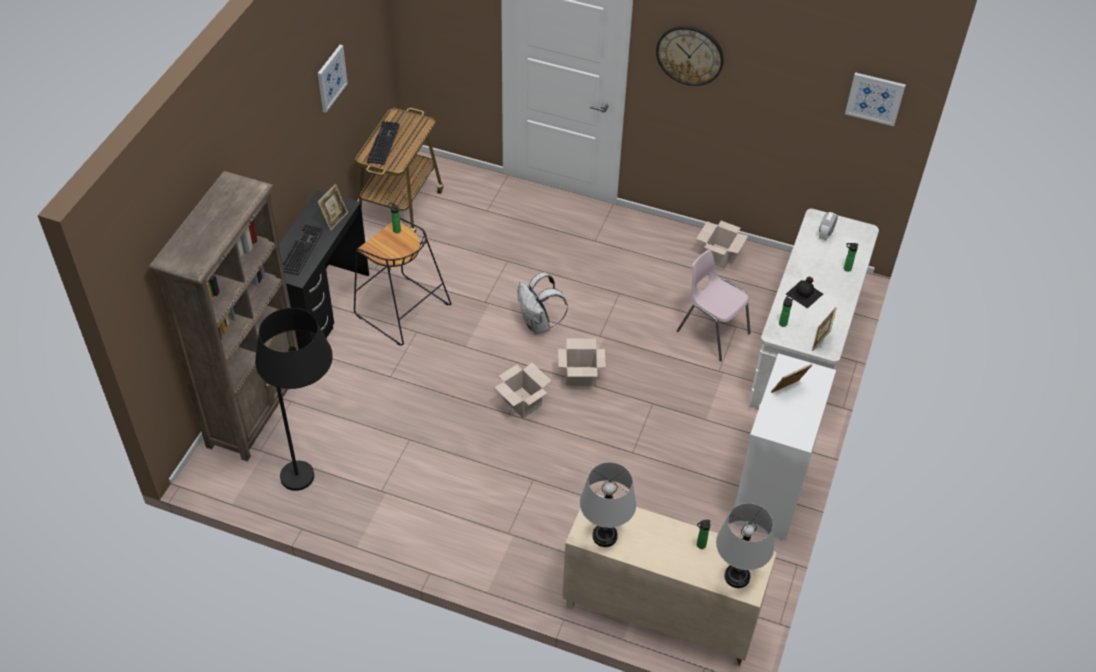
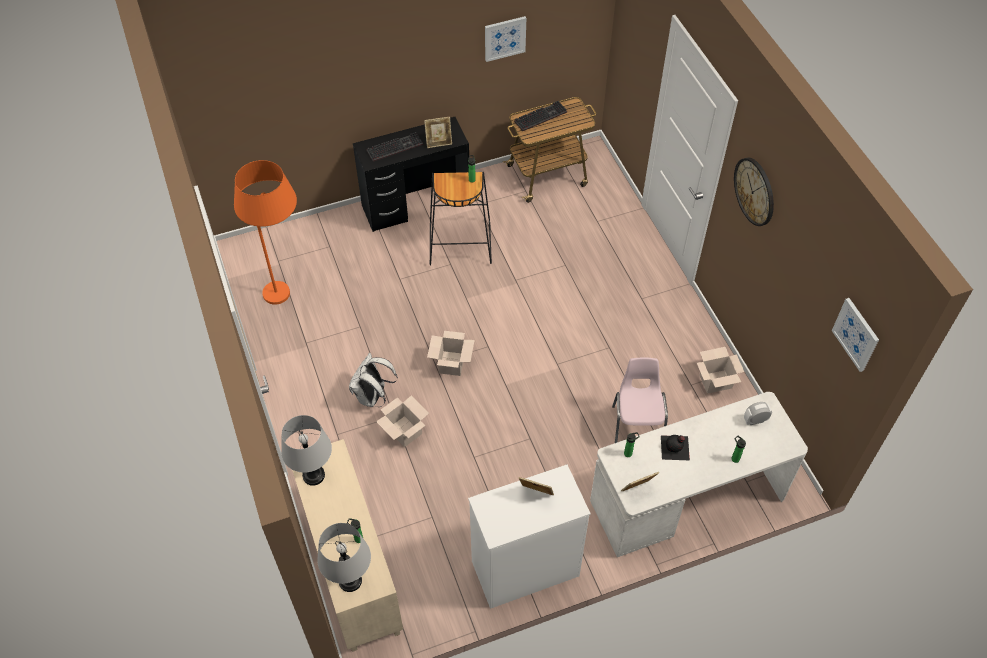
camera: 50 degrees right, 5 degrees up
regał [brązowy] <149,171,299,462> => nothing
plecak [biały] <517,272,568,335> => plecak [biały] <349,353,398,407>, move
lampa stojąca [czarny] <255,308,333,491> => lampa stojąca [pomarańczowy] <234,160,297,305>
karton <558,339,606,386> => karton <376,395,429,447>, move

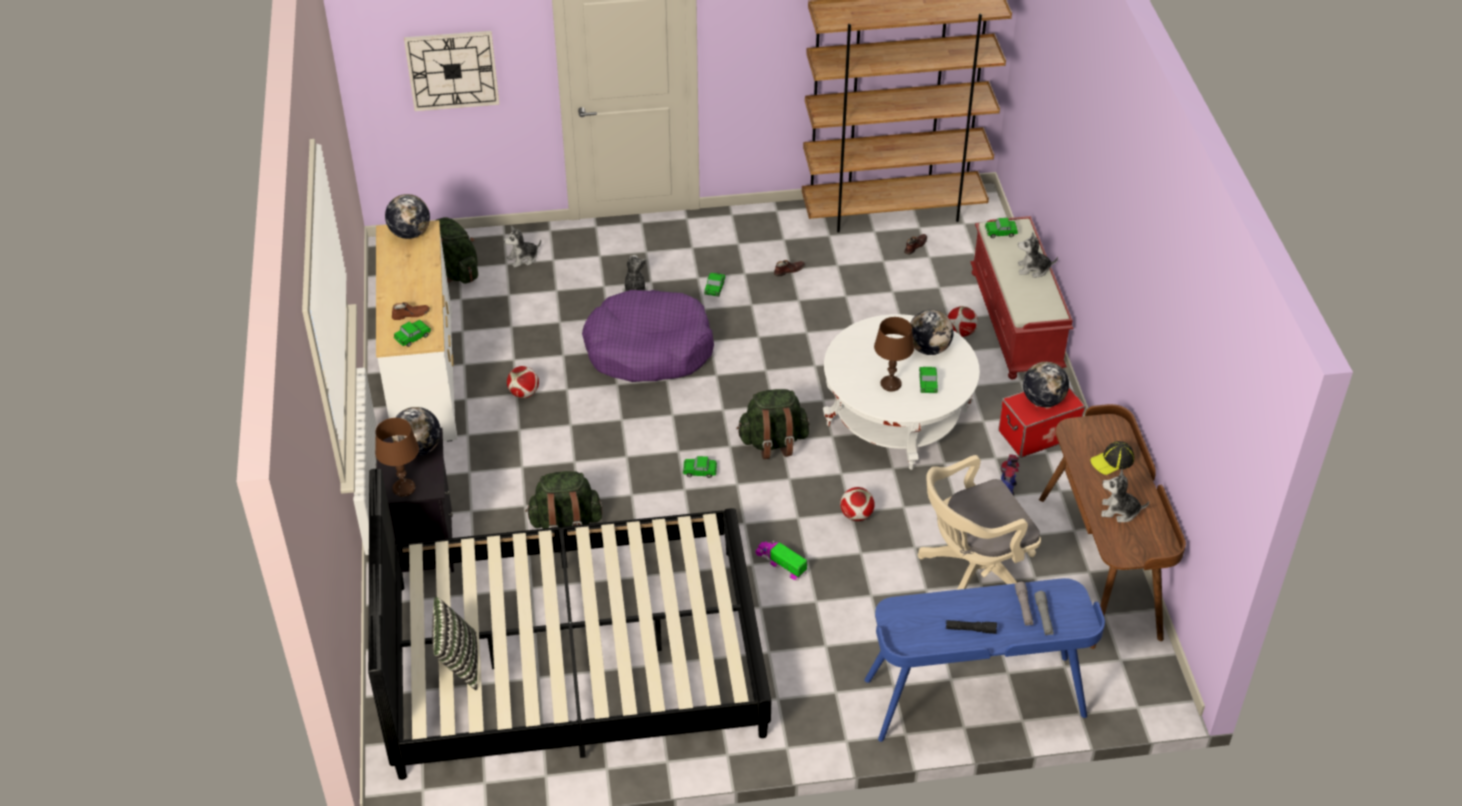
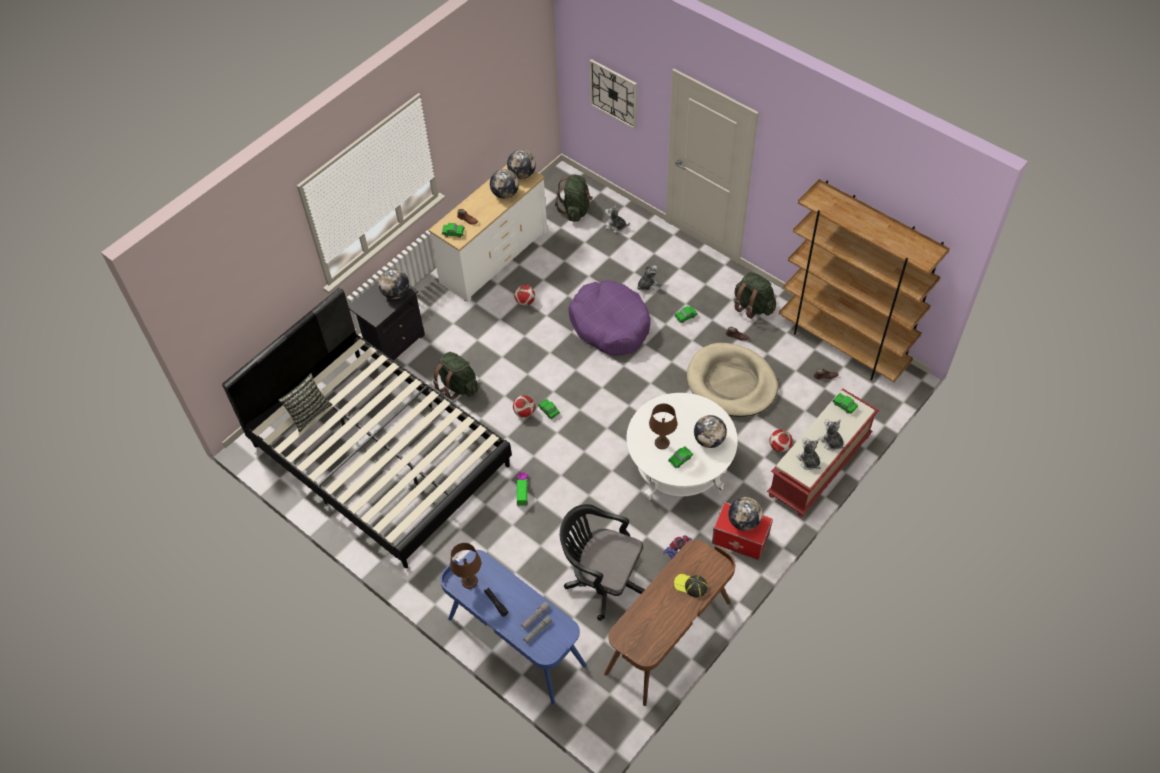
camera: 50 degrees right, 10 degrees up
plecak [zielony] <737,389,809,459> => plecak [zielony] <734,272,776,319>, move
lampa stołowa [brązowy] <375,418,419,497> => lampa stołowa [brązowy] <450,543,481,589>, move
krzesło biurowe [beżowy] <918,455,1041,590> => krzesło biurowe [czarny] <560,504,645,621>
pluszak <1101,469,1149,523> => pluszak <796,438,821,470>, move
piłka futbolowa <840,487,875,521> => piłka futbolowa <513,395,535,418>, move
nothing => globus <490,169,519,199>
nothing => legowisko [beżowy] <687,343,778,417>

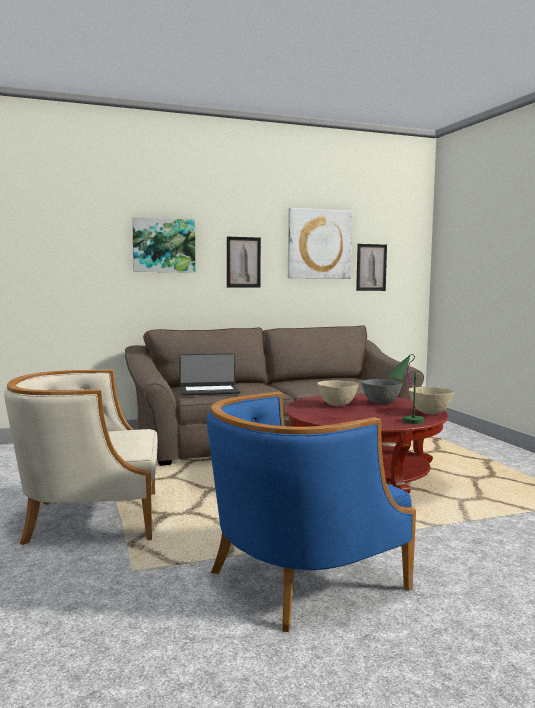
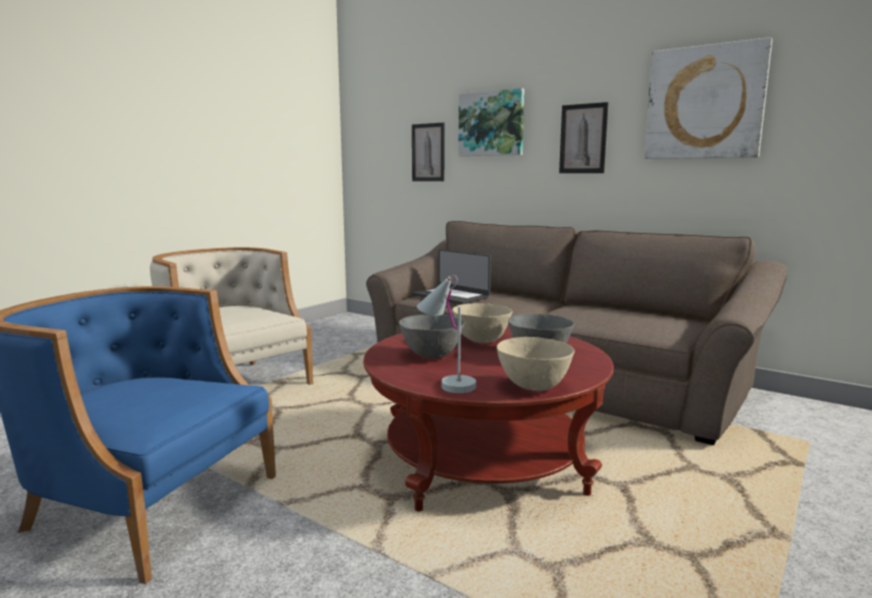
camera: 55 degrees right, 5 degrees up
obraz <356,244,387,291> => obraz <412,122,445,181>, move
lampa stołowa [zielony] <386,354,424,424> => lampa stołowa [biały] <417,275,476,393>
nothing => miska [szary] <399,315,465,358>

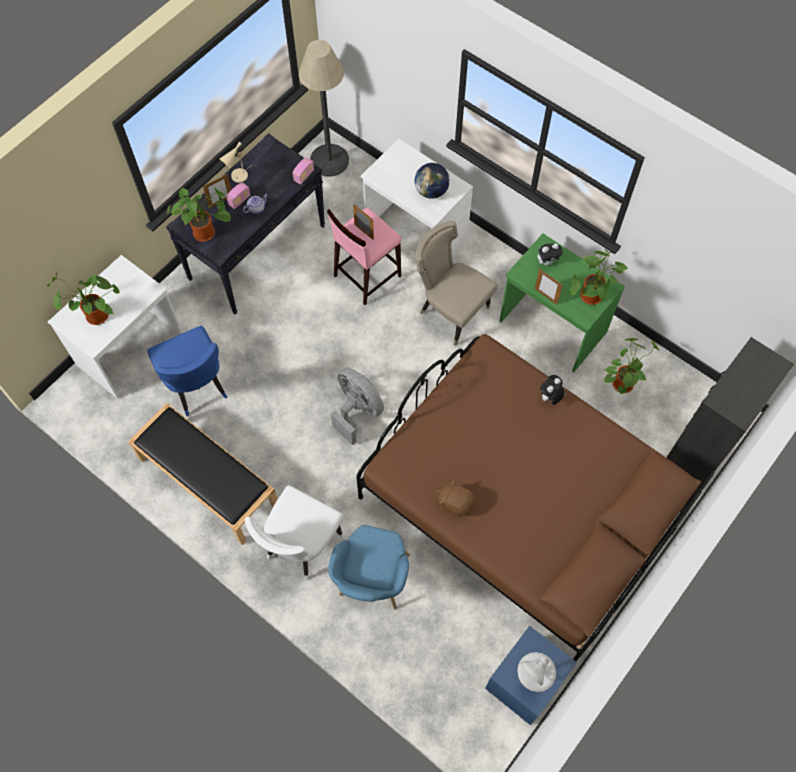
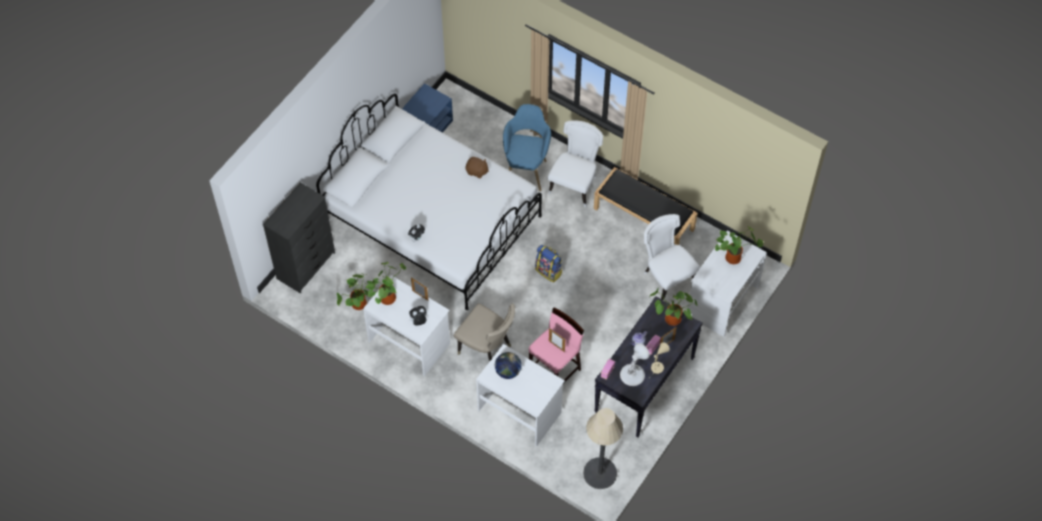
camera: 175 degrees right, 5 degrees down
biurko [zielony] <499,233,625,373> => biurko [biały] <363,275,450,376>
krzesło [niebieski] <147,326,227,416> => krzesło [biały] <644,214,700,300>
łóżko [brązowy] <356,334,714,661> => łóżko [biały] <316,93,542,310>
wentylator [szary] <331,367,384,445> => plecak <535,245,562,283>
lampa stołowa [biały] <517,652,556,692> => lampa stołowa [biały] <620,343,650,386>, move

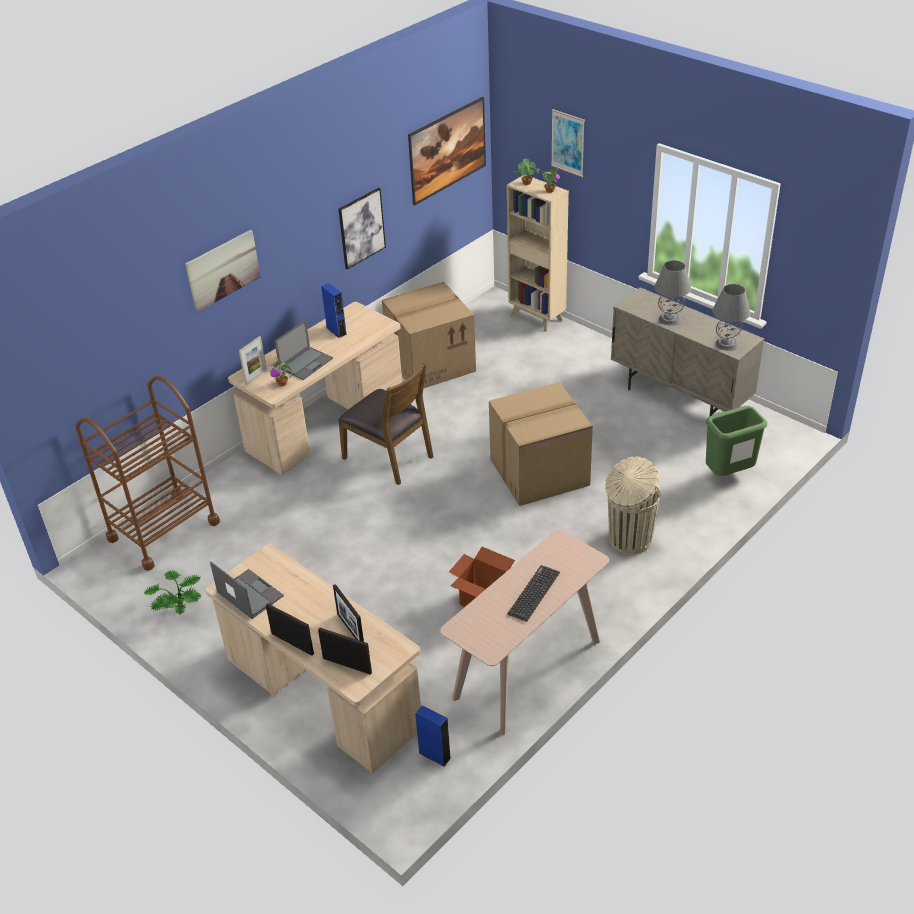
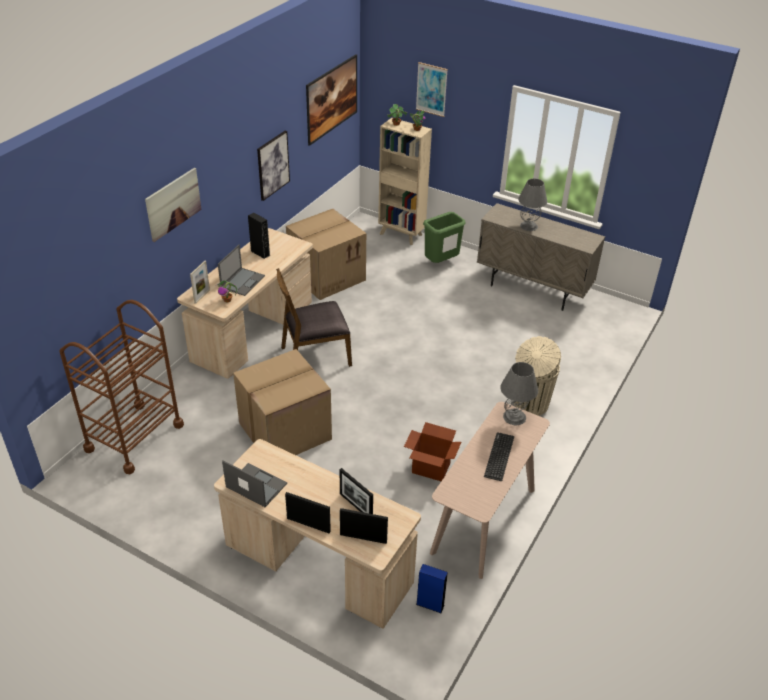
camera: 15 degrees left, 0 degrees up
głośnik [niebieski] <321,283,347,338> => głośnik [czarny] <248,213,270,259>
lampa stołowa [szary] <712,284,750,351> => lampa stołowa [szary] <500,362,538,425>, move
krzesło [brązowy] <338,362,433,485> => krzesło [brązowy] <276,268,352,367>, 135 degrees clockwise
karton <489,382,593,506> => karton <233,349,332,455>, move
kosz na śmieci [zielony] <706,406,767,476> => kosz na śmieci [zielony] <423,212,466,263>, move
roślina doniczkowa <144,571,201,614> => nothing

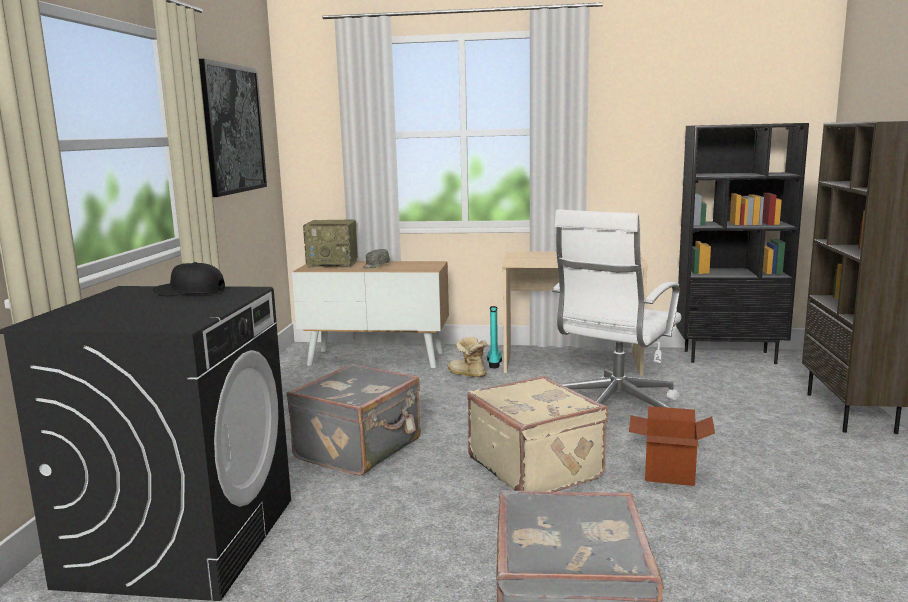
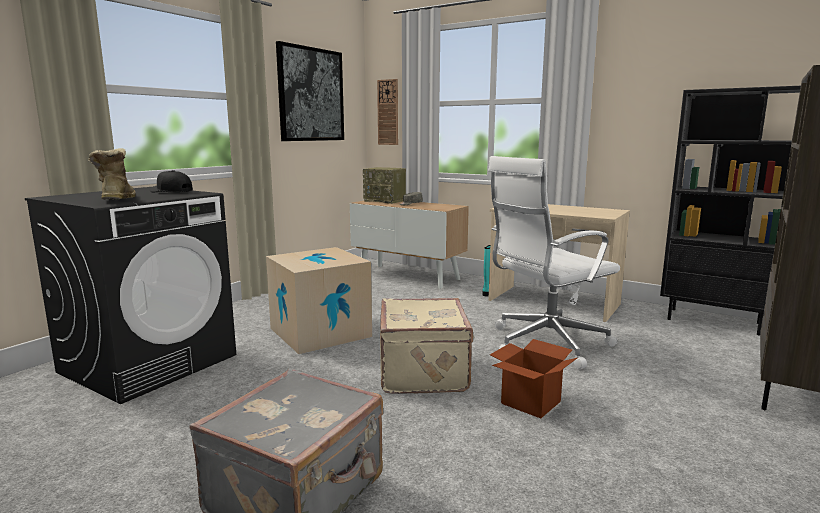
camera: 25 degrees right, 0 degrees up
but z cholewką <447,336,487,377> => but z cholewką <88,148,136,200>, move
walizka [szary] <286,363,421,476> => karton <266,247,372,354>
nothing => zegar ścienny <377,79,398,145>

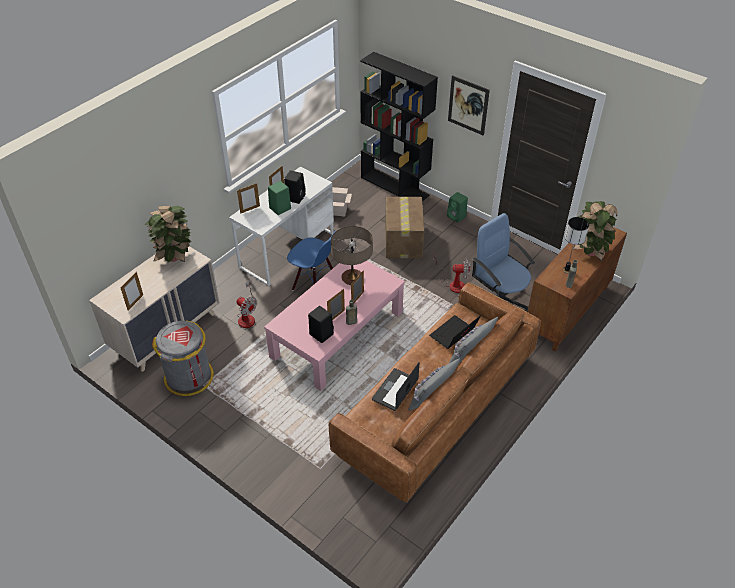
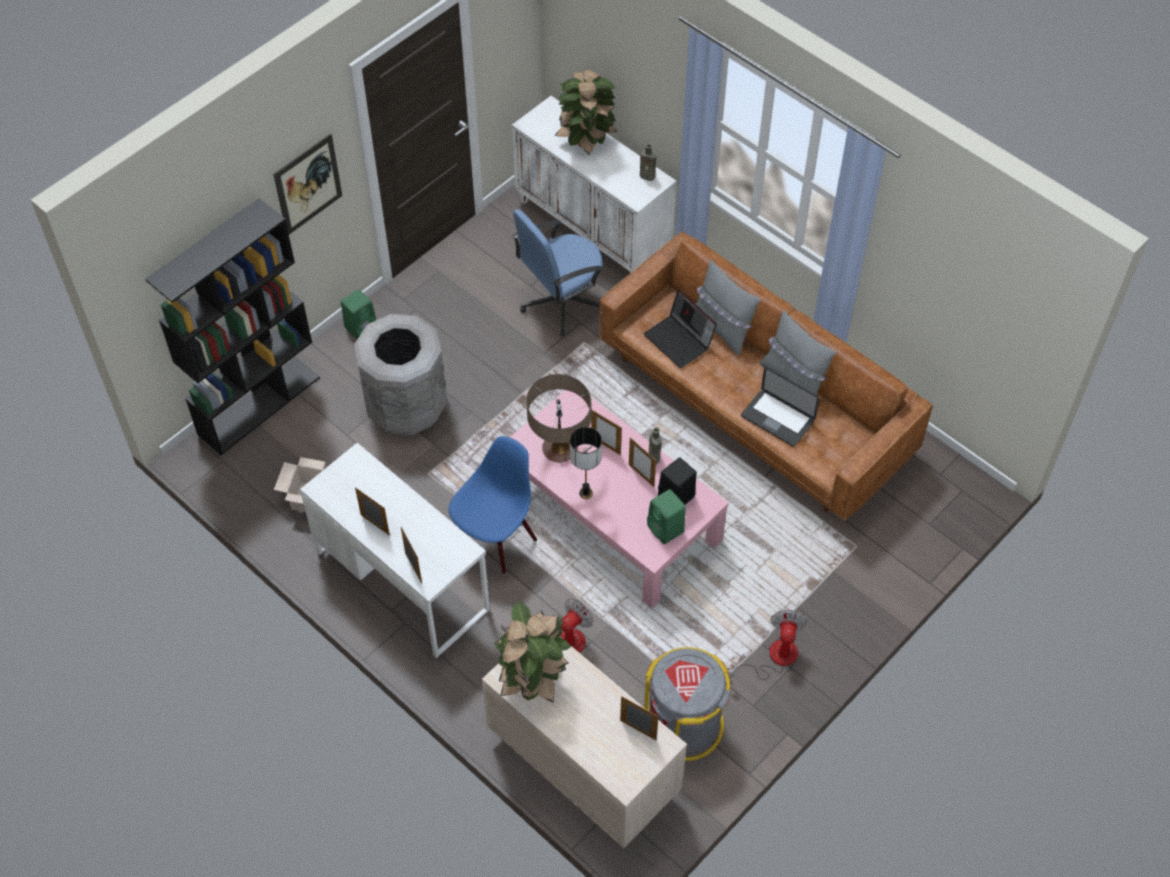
camera: 85 degrees left, 10 degrees up
głośnik [czarny] <284,170,306,204> => nothing
głośnik [zielony] <268,181,291,215> => głośnik [zielony] <647,489,686,544>, move
karton <385,197,424,258> => kosz na śmieci [szary] <354,314,447,435>
lampa stołowa <563,217,589,273> => lampa stołowa <570,427,602,499>, move
szafka [brązowy] <527,227,627,351> => szafka [biały] <512,96,677,273>
wentylator <433,256,471,293> => wentylator <728,610,807,680>, move

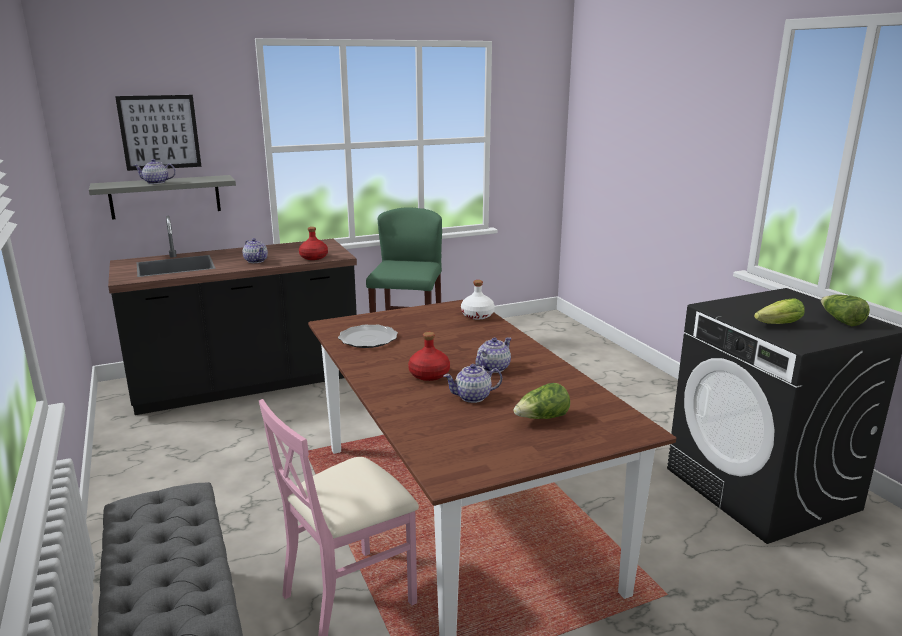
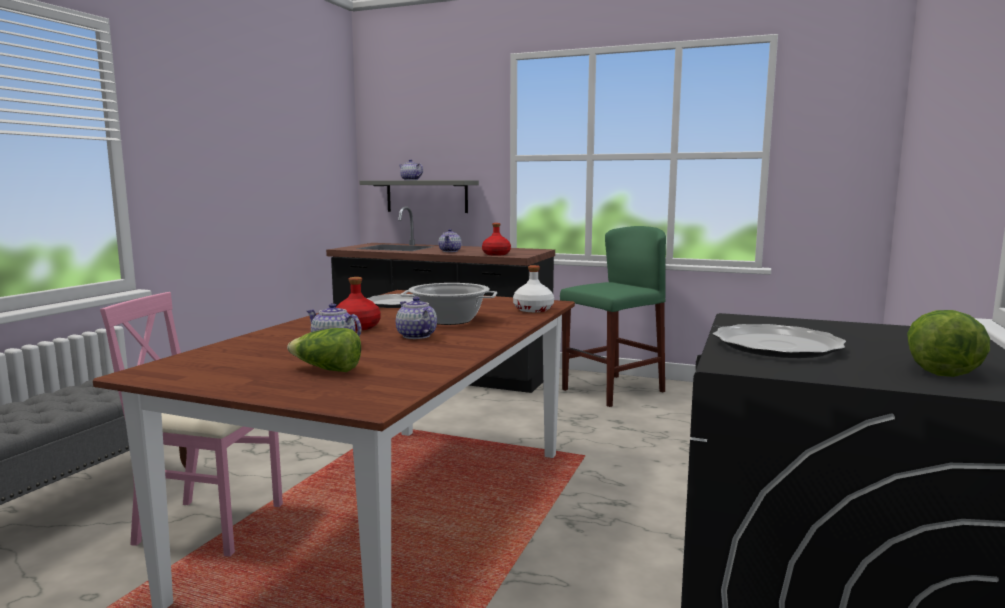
camera: 45 degrees right, 10 degrees down
obraz <115,95,201,171> => nothing
sałata <754,298,805,324> => talerz <713,324,846,358>
imbryk <475,337,512,373> => imbryk <396,297,437,339>, 120 degrees counterclockwise
nothing => garnek <400,283,497,325>

